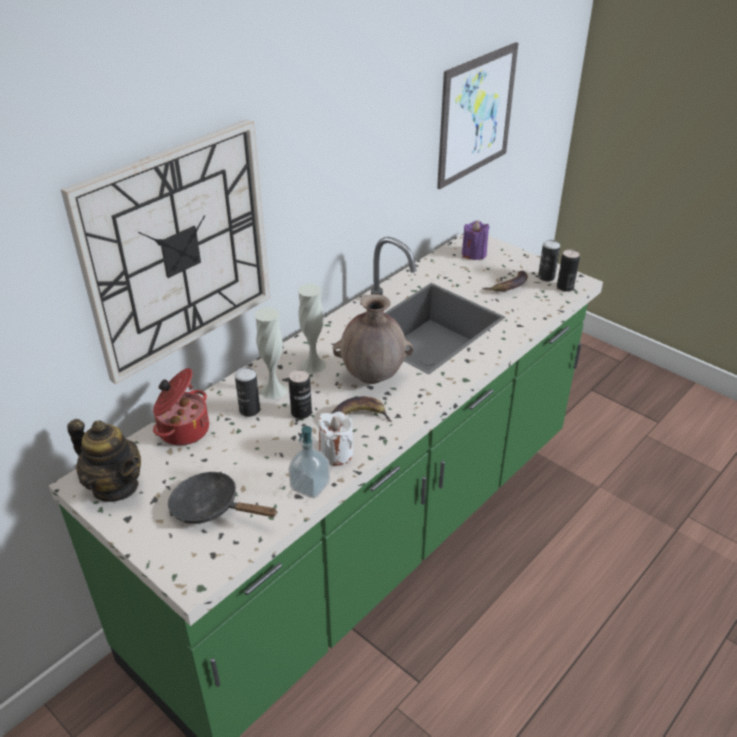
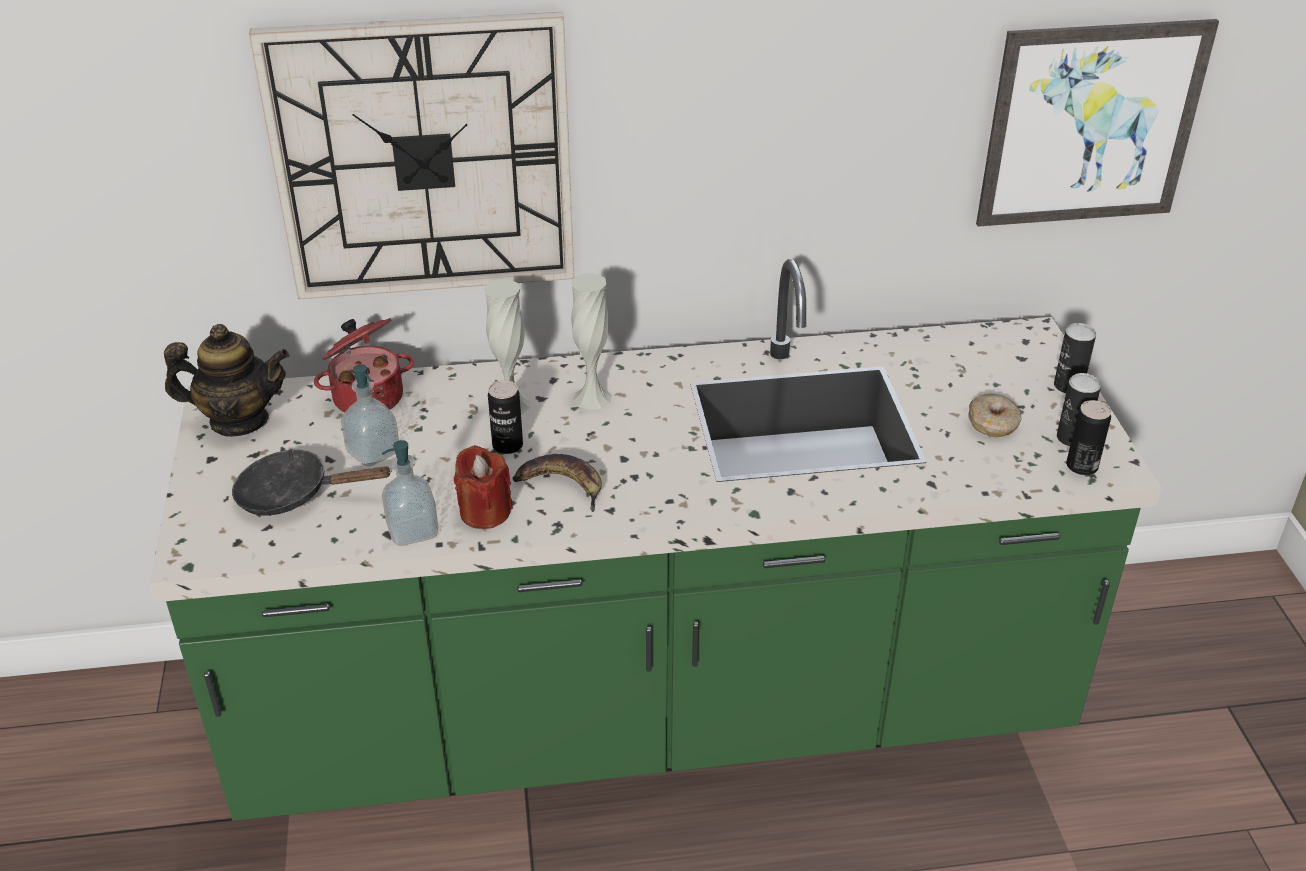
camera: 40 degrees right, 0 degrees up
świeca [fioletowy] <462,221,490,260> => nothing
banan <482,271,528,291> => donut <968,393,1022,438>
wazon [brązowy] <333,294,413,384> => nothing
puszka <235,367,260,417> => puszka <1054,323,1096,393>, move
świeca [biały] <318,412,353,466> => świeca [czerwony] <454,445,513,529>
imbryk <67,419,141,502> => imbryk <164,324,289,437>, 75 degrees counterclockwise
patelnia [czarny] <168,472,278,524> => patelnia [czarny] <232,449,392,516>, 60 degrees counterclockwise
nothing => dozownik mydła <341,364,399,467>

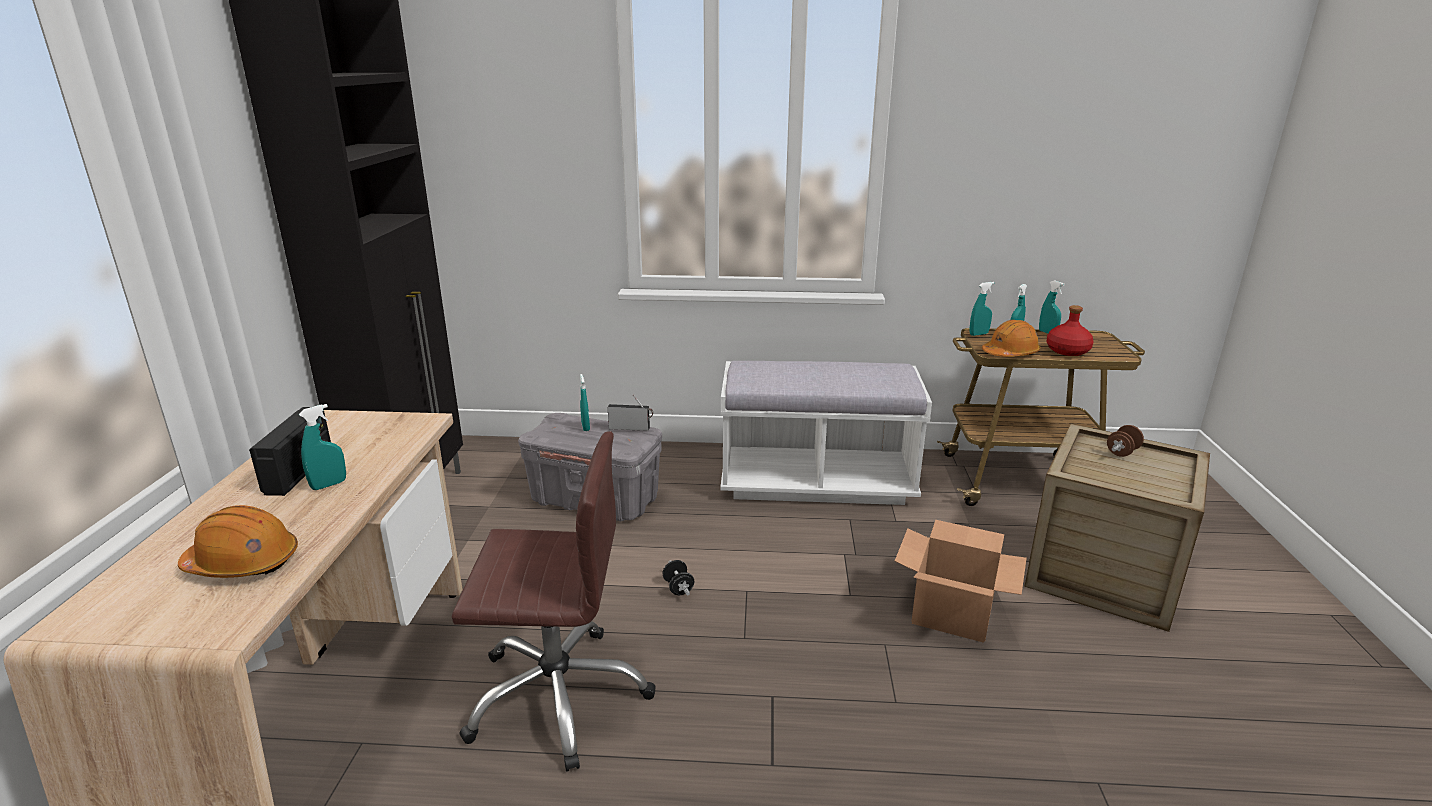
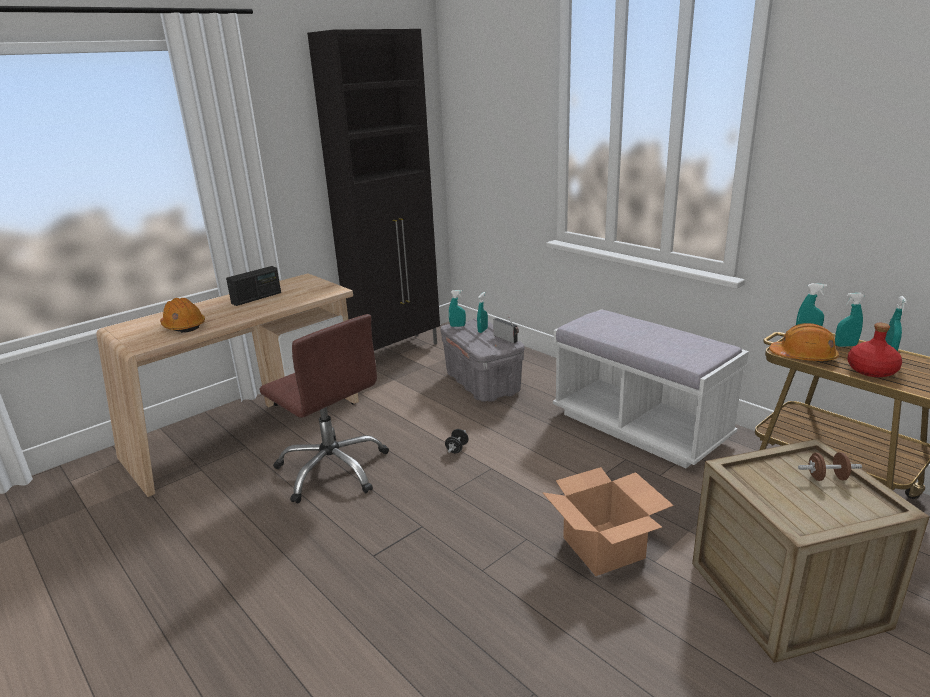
camera: 45 degrees right, 0 degrees up
spryskiwacz [turkusowy] <299,404,346,490> => spryskiwacz [turkusowy] <449,290,466,327>, move

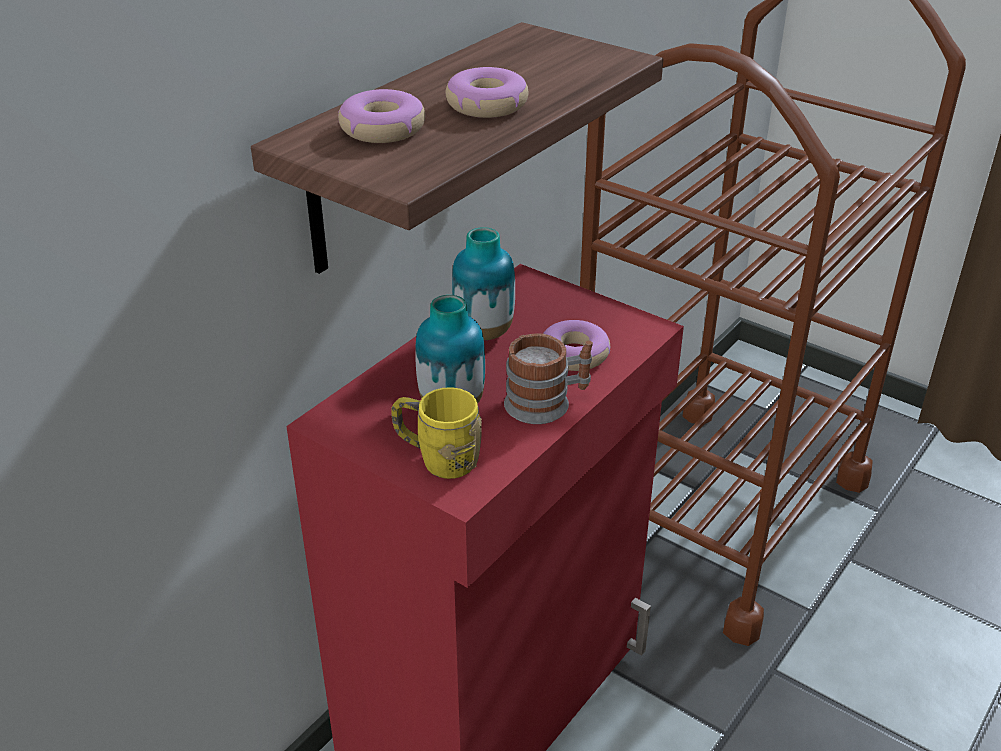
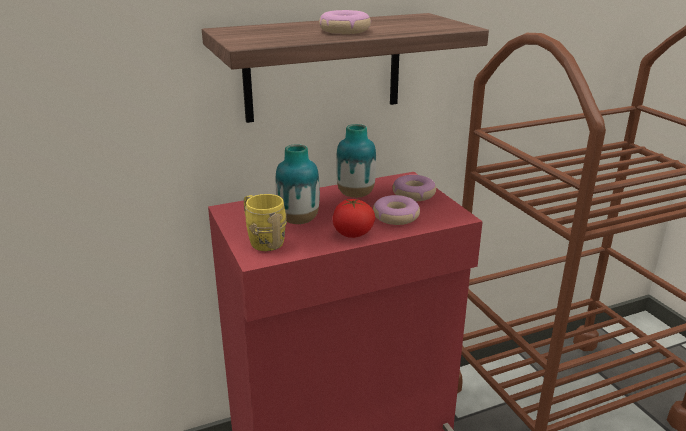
camera: 30 degrees right, 10 degrees down
donut <338,89,425,143> => donut <392,175,436,201>, move
kubek <504,333,593,424> => pomidor <333,199,375,238>

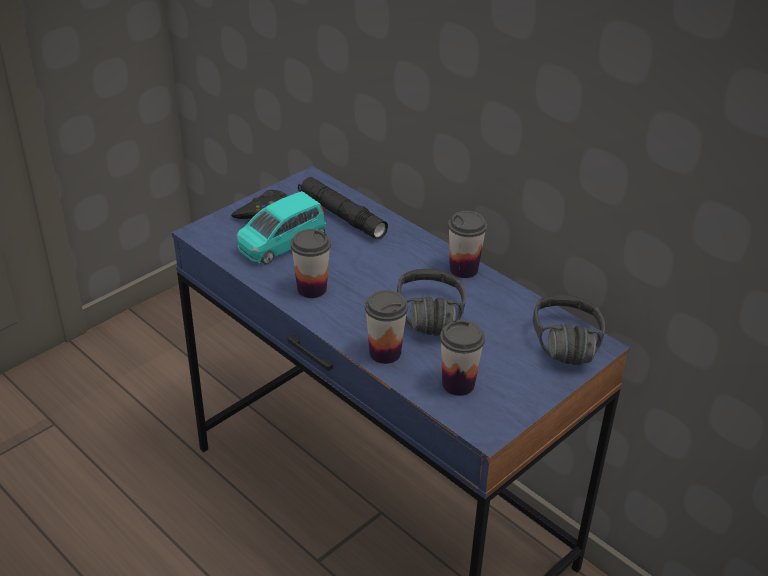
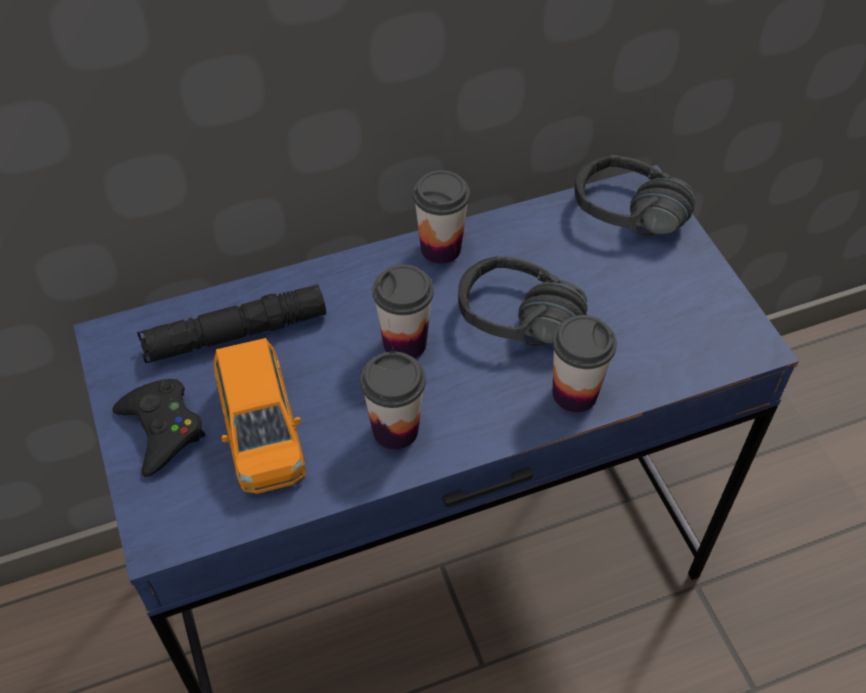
camera: 65 degrees left, 15 degrees up
samochodzik [turkusowy] <236,191,326,265> => samochodzik [pomarańczowy] <214,338,305,494>
filiżanka <440,320,485,396> => filiżanka <372,264,434,358>, move

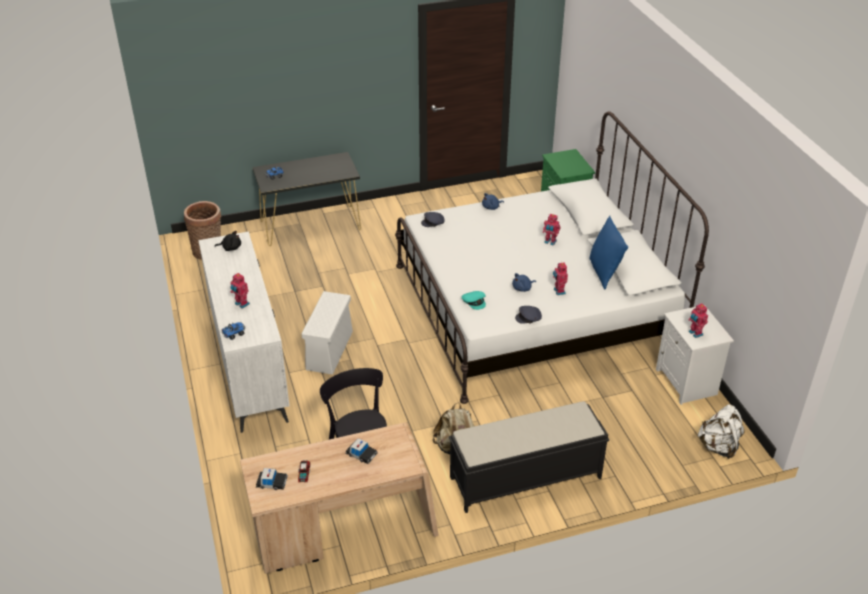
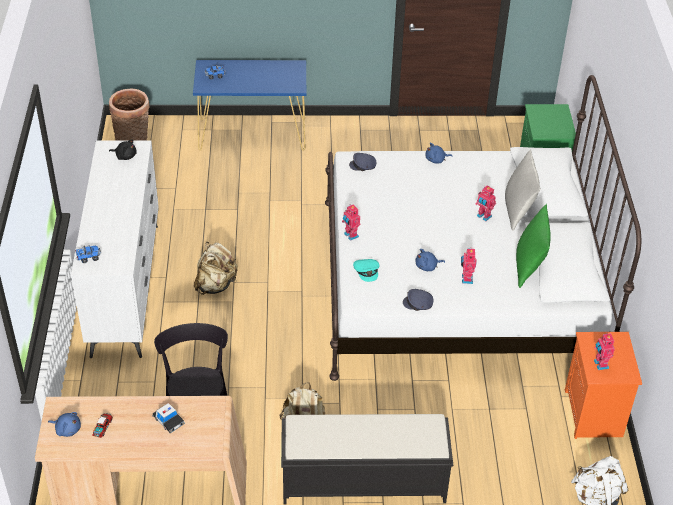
camera: 15 degrees right, 5 degrees up
stolik konsolowy [czarny] <253,152,361,246> => stolik konsolowy [niebieski] <193,60,306,151>
poduszka [niebieski] <590,216,628,289> => poduszka [zielony] <516,204,551,288>
robot zabawkowy <231,273,250,309> => robot zabawkowy <342,204,361,241>, move
pojemnik do przechowywania [biały] <301,291,353,374> => plecak [beżowy] <194,242,238,295>
szafka nocna [biały] <656,305,734,405> => szafka nocna [pomarańczowy] <565,332,642,439>
samochodzik <256,468,288,490> => pluszak [niebieski] <48,412,81,437>
nothing => poduszka [szary] <505,149,541,231>

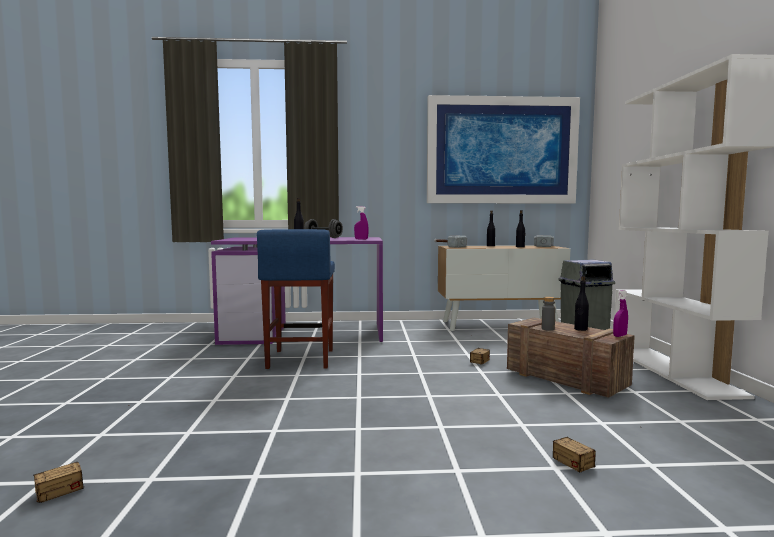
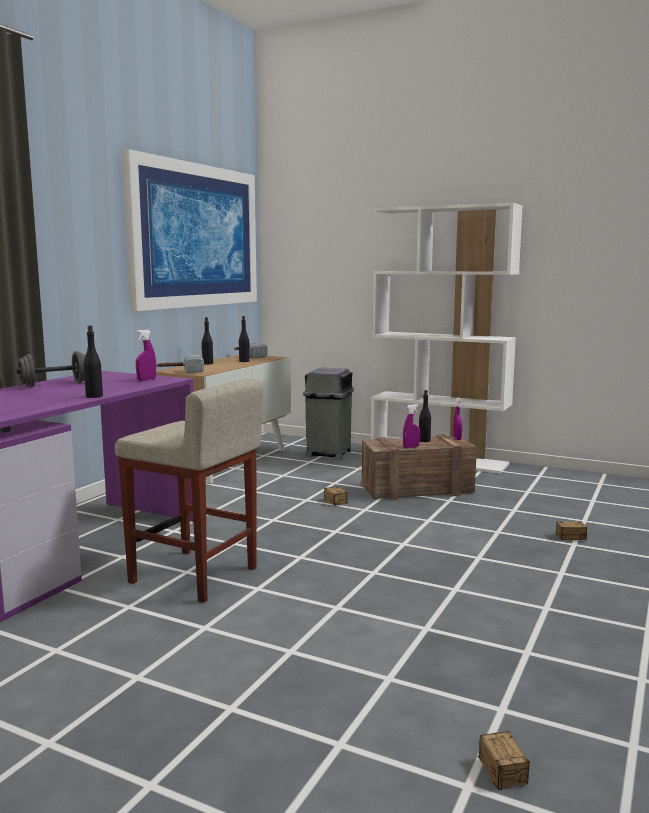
camera: 60 degrees left, 5 degrees up
stołek [niebieski] <257,229,335,369> => stołek [beżowy] <114,378,263,603>
butelka [szary] <542,297,556,331> => spryskiwacz [fioletowy] <403,404,420,448>

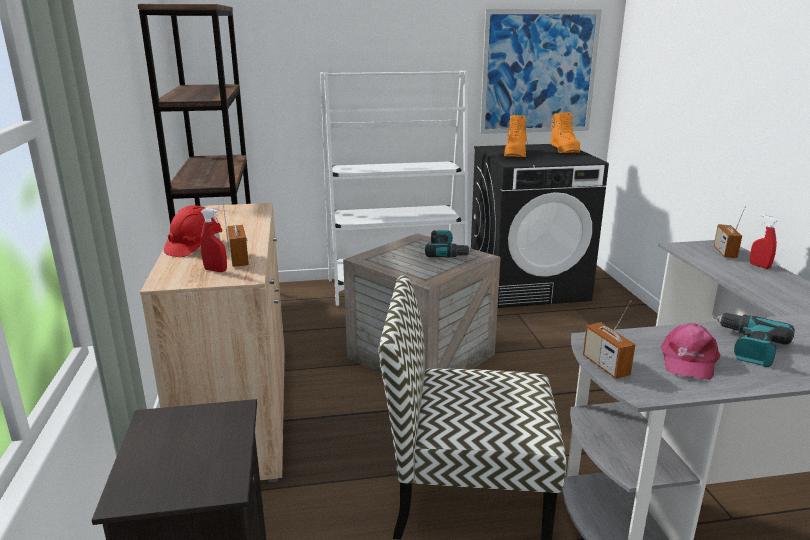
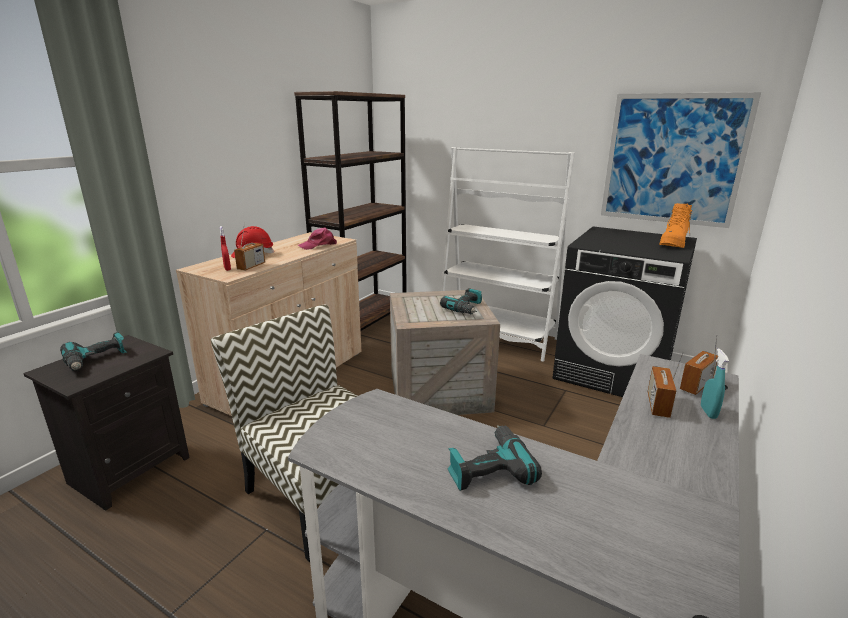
camera: 40 degrees right, 0 degrees up
but z cholewką [pomarańczowy] <504,115,528,157> => nothing
spryskiwacz [czerwony] <750,214,779,269> => spryskiwacz [turkusowy] <701,349,729,419>
radio <583,300,635,379> => radio <648,351,684,418>, move
czapka z daszkiem [różowy] <661,323,720,380> => czapka z daszkiem [różowy] <298,227,337,250>, move
nothing => wiertarka <60,332,128,371>

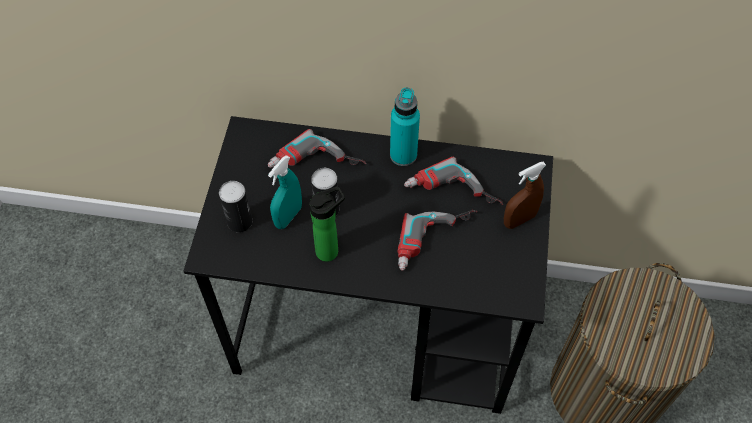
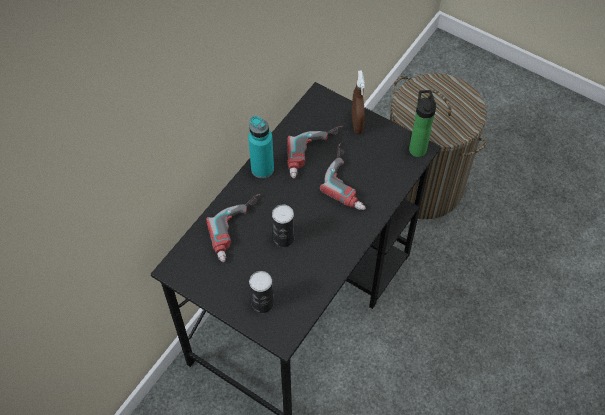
camera: 65 degrees left, 0 degrees up
spryskiwacz [turkusowy] <268,155,302,229> => nothing
butelka <309,186,345,262> => butelka <409,90,436,157>, move

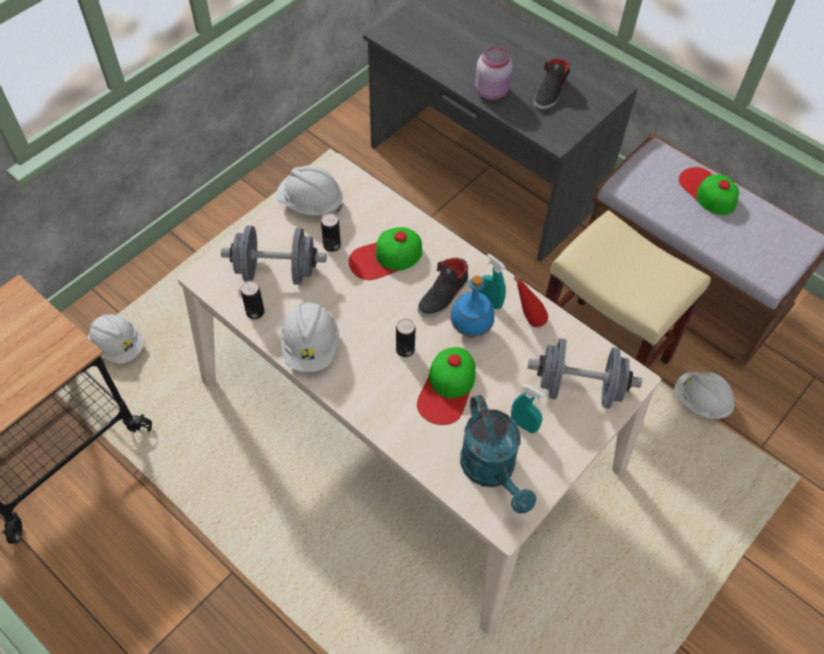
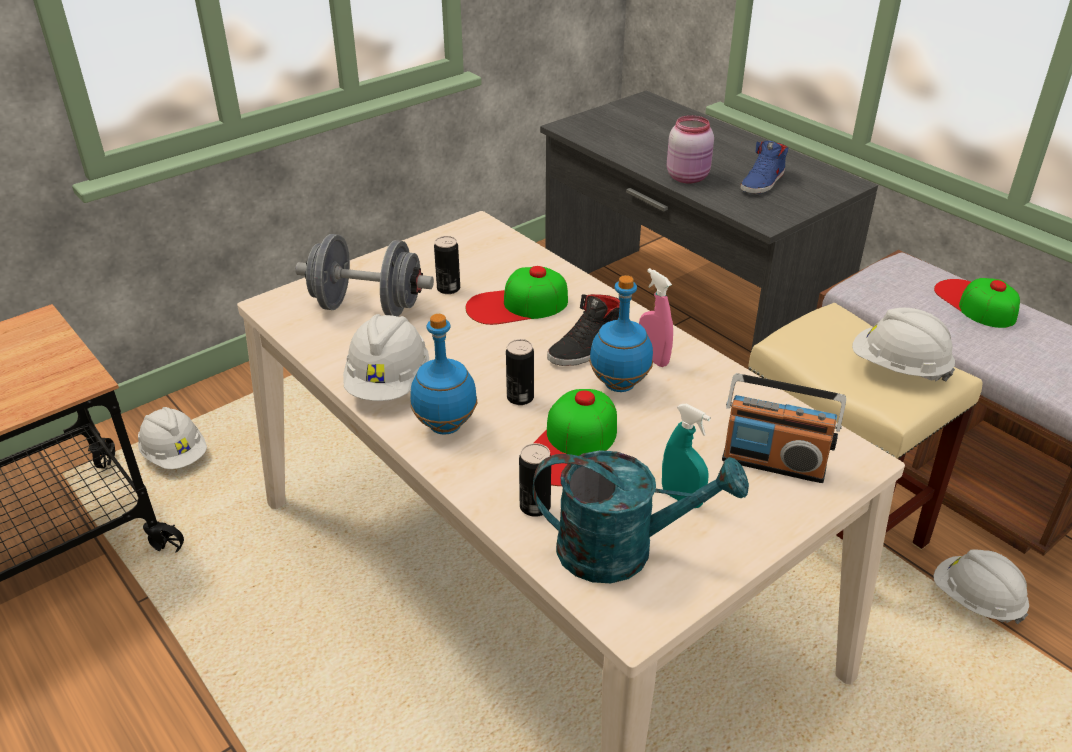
camera: 10 degrees right, 20 degrees down
but [czarny] <534,58,570,109> => but [niebieski] <740,141,788,194>
kask [biały] <276,165,344,215> => kask [biały] <852,308,955,382>, move
spryskiwacz [turkusowy] <479,254,506,309> => spryskiwacz [różowy] <639,268,673,367>
butelka [czerwony] <514,275,548,327> => nothing
puszka <241,281,264,319> => puszka <519,443,551,517>, move
hantel [szary] <528,338,642,408> => radio <722,373,846,483>
konewka [turkusowy] <460,395,536,514> => konewka [turkusowy] <532,450,749,583>, 75 degrees counterclockwise
nothing => butelka [niebieski] <411,314,477,435>

